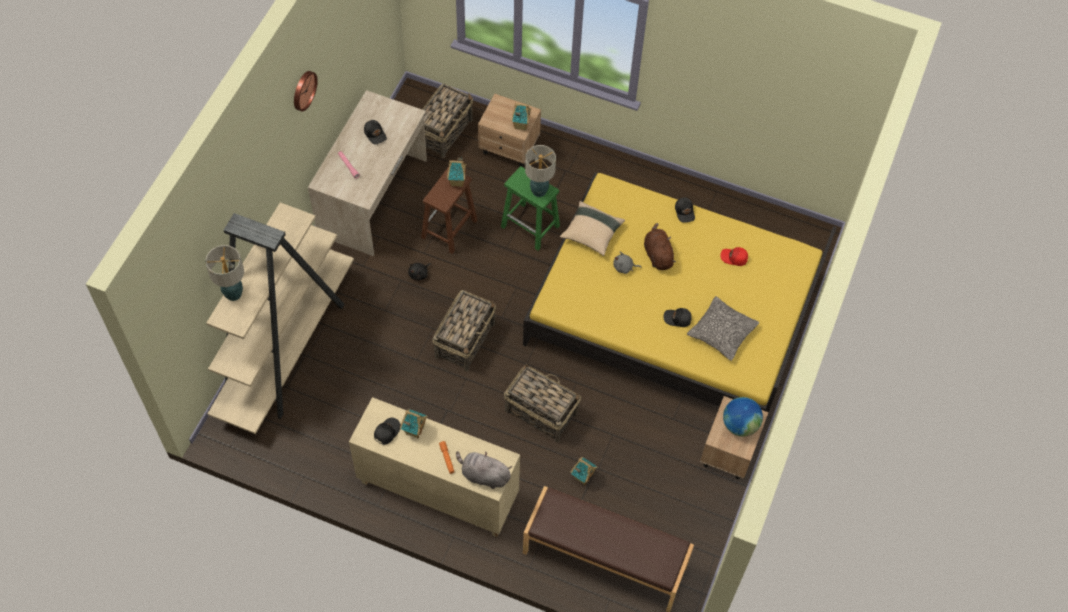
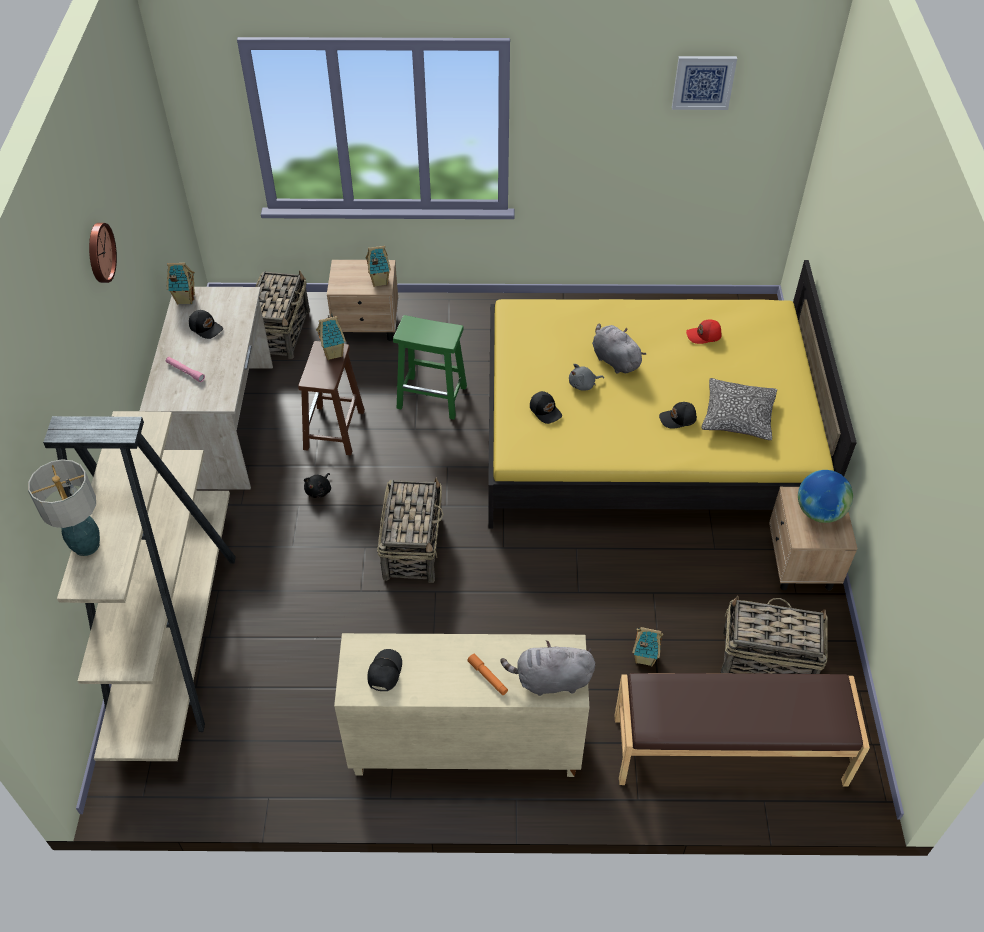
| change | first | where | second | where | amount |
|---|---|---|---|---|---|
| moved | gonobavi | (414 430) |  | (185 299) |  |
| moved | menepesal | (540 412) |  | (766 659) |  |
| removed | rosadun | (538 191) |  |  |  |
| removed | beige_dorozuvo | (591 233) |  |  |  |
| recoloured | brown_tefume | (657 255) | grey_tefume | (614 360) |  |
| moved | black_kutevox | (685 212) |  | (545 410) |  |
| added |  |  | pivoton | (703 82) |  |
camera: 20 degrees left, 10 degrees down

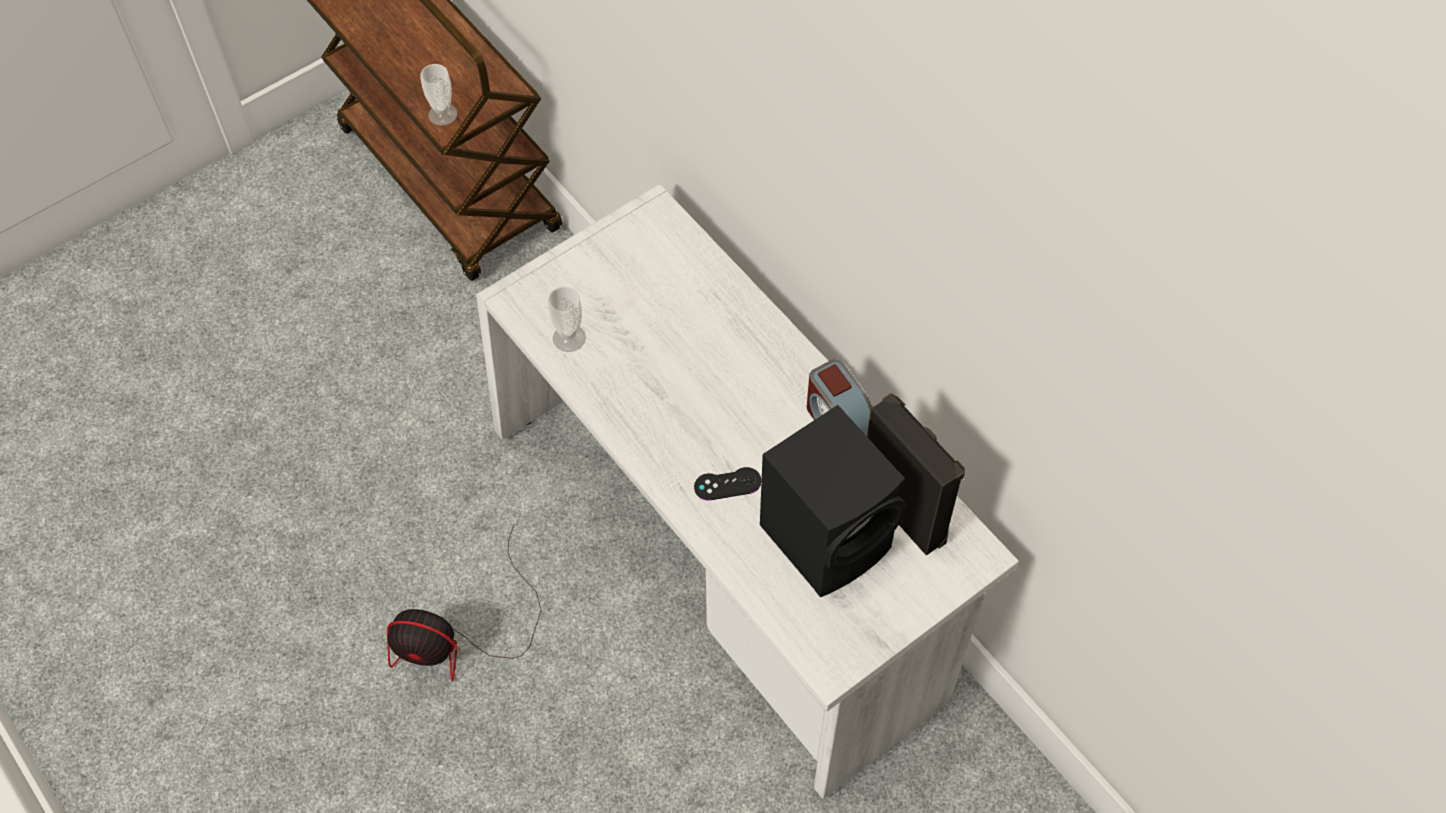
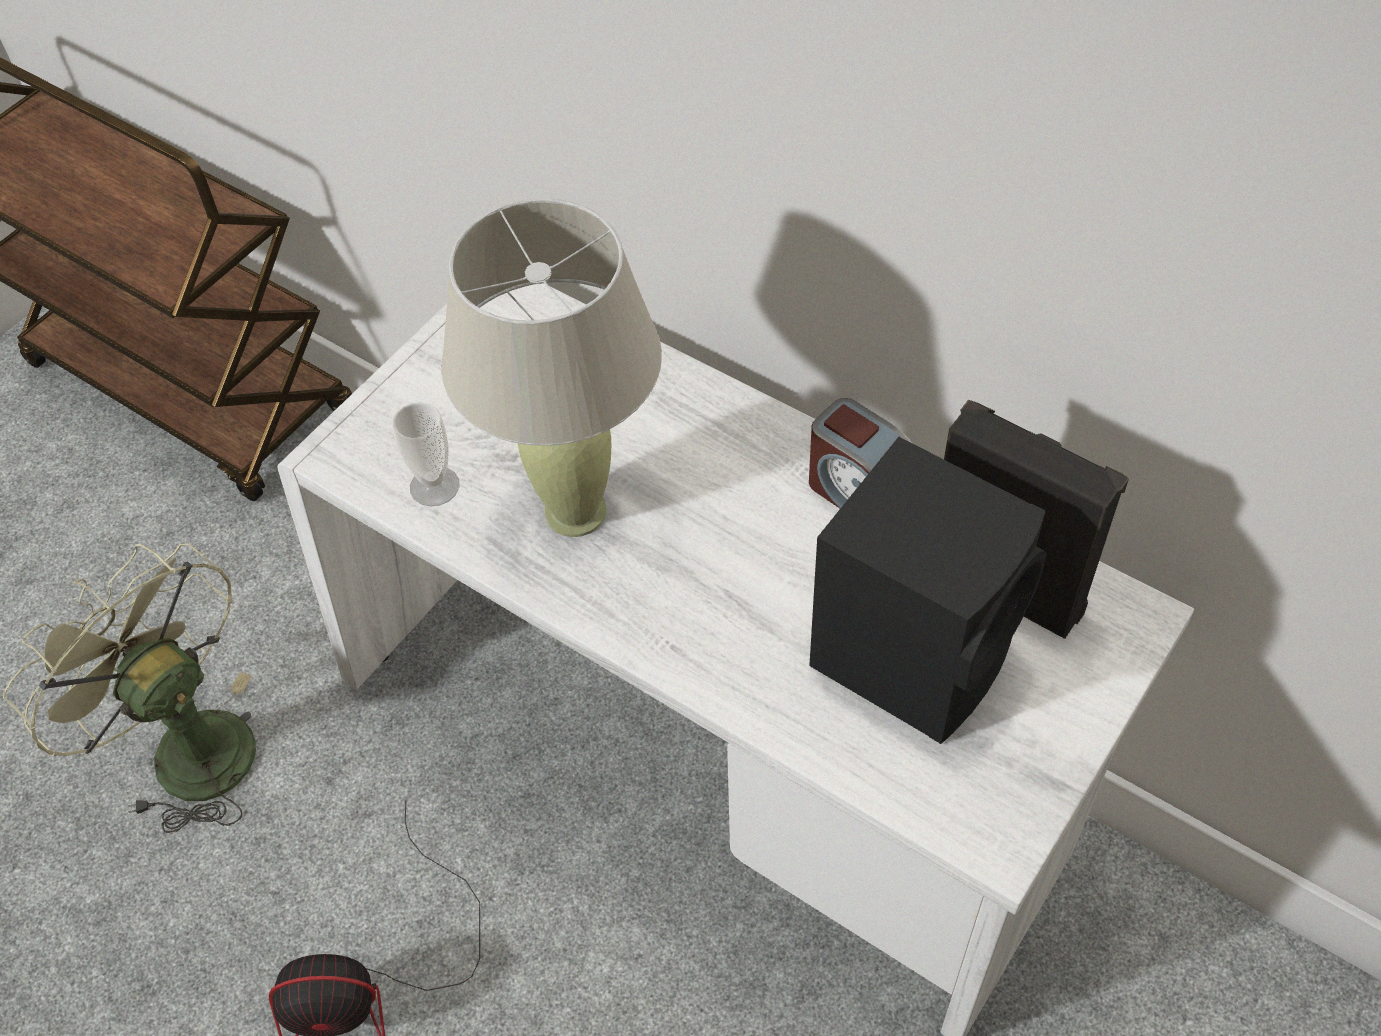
| change | first | where | second | where | amount |
|---|---|---|---|---|---|
| removed | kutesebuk | (443 114) |  |  |  |
| removed | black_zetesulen | (727 484) |  |  |  |
| added |  |  | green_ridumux | (186 746) |  |
| added |  |  | beige_rosadun | (576 511) |  |
camera: 15 degrees left, 5 degrees down

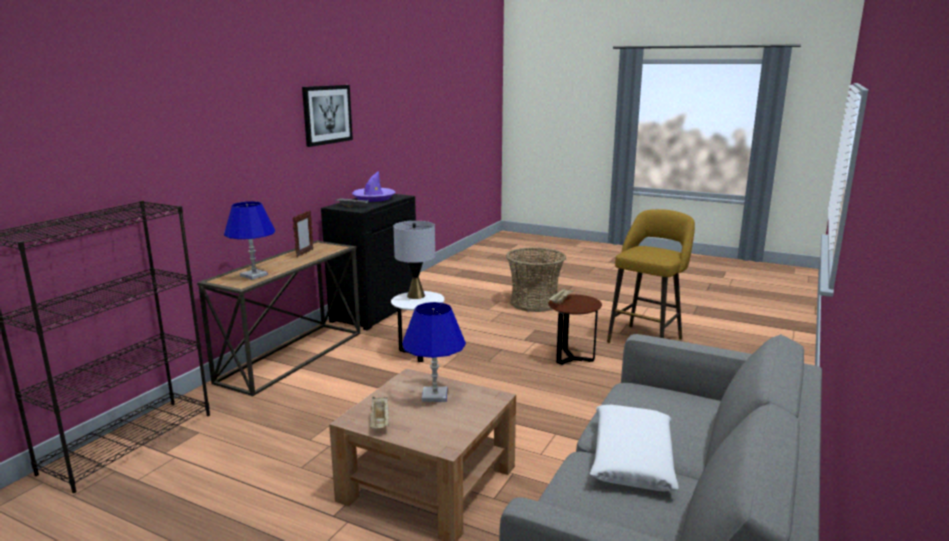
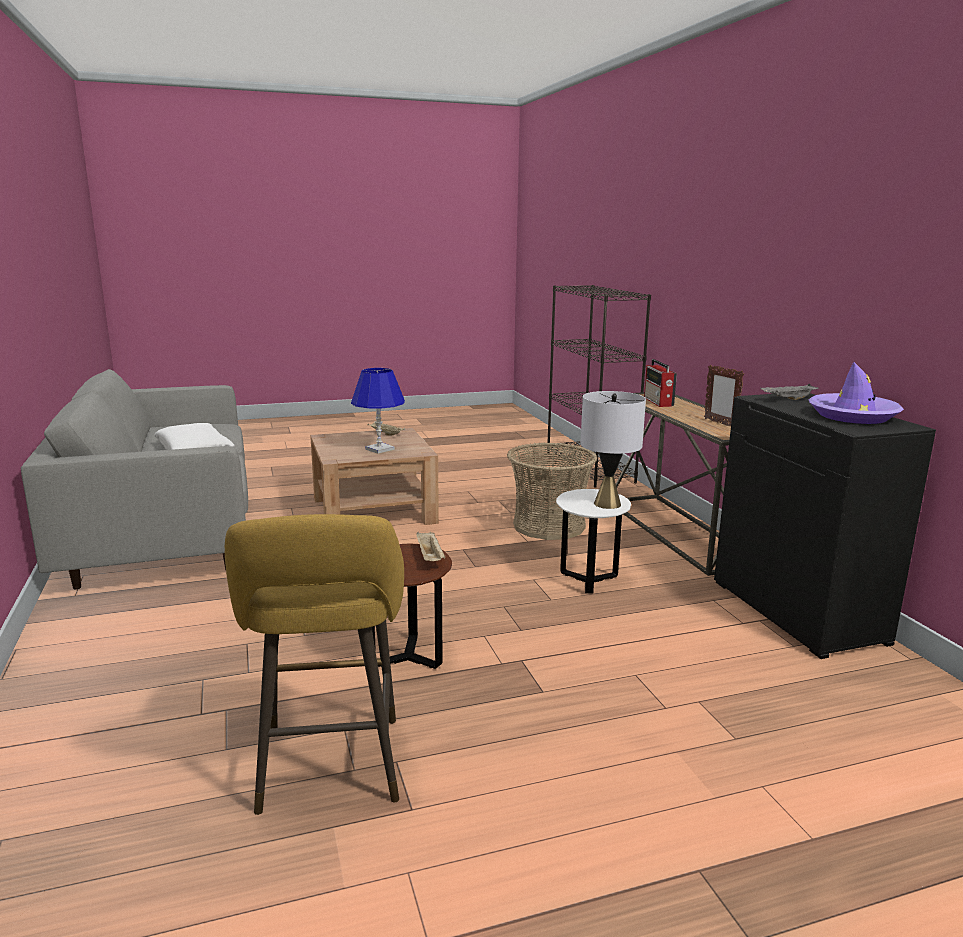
| change | first | where | second | where | amount |
|---|---|---|---|---|---|
| replaced | blue_rosadun | (254 275) | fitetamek | (658 402) |  |
| removed | pivoton | (327 114) |  |  |  |
| moved | menepesal | (534 303) |  | (549 526) |  |
camera: 135 degrees right, 0 degrees up

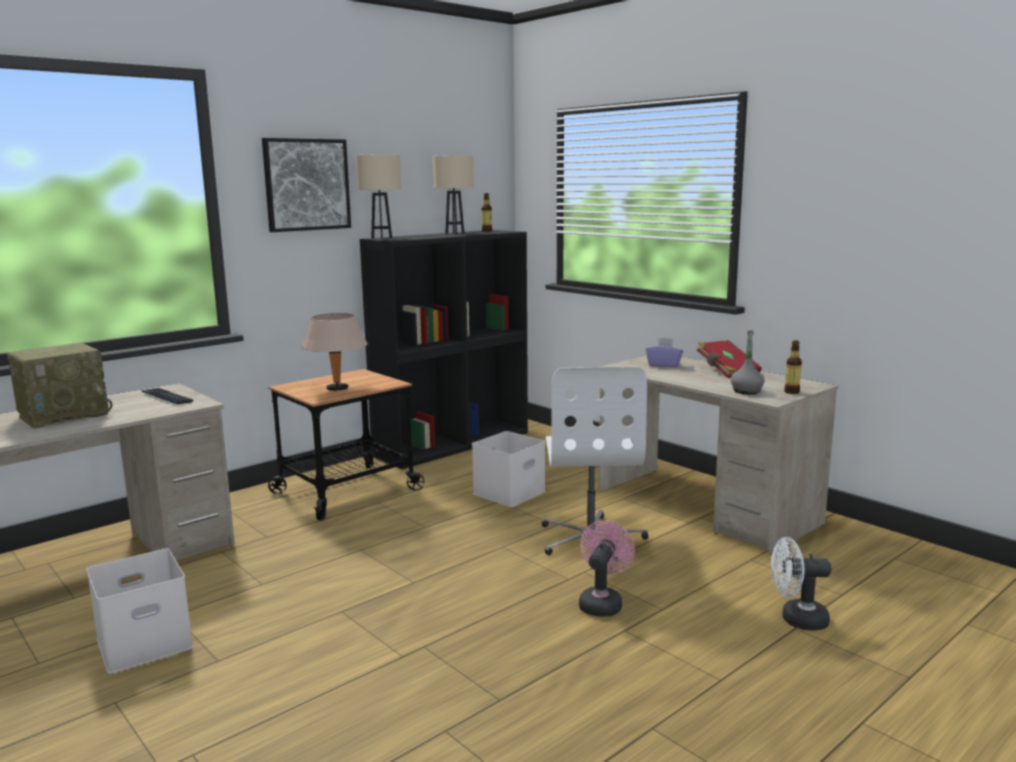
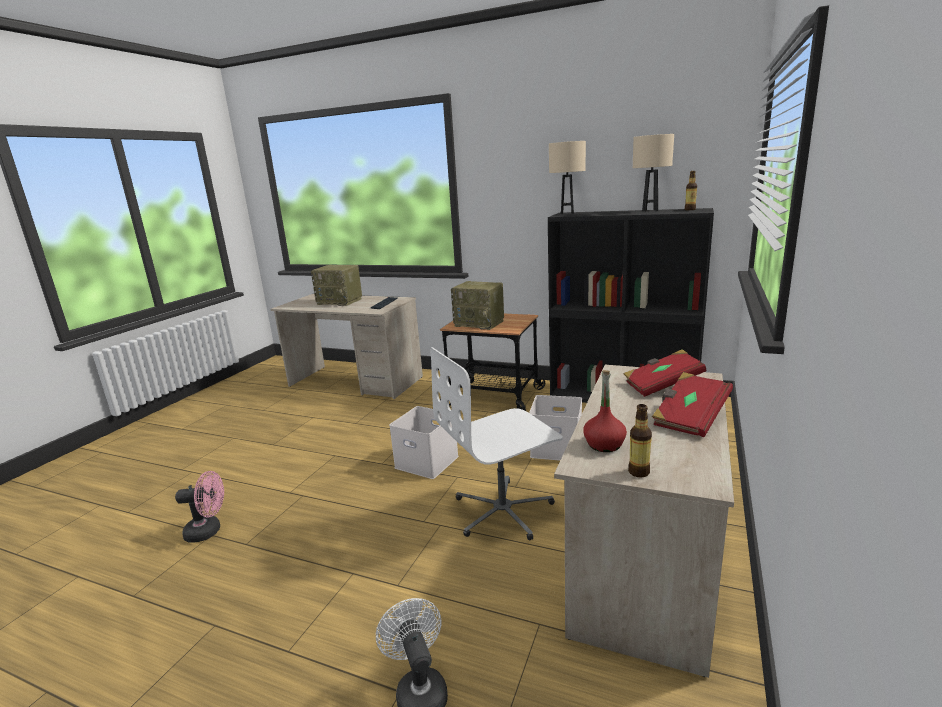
| change | first | where | second | where | amount |
|---|---|---|---|---|---|
| moved | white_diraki | (146 641) |  | (428 461) |  |
| removed | pivoton | (306 184) |  |  |  |
| replaced | beige_rosadun | (337 388) | fitetamek | (480 323) |  |
| moved | pink_ridumux | (602 602) |  | (209 531) |  |
| replaced | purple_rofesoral | (664 365) | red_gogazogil | (662 386) |  |
| recoloured | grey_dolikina | (746 391) | red_dolikina | (604 444) |  |
camera: 65 degrees right, 5 degrees up

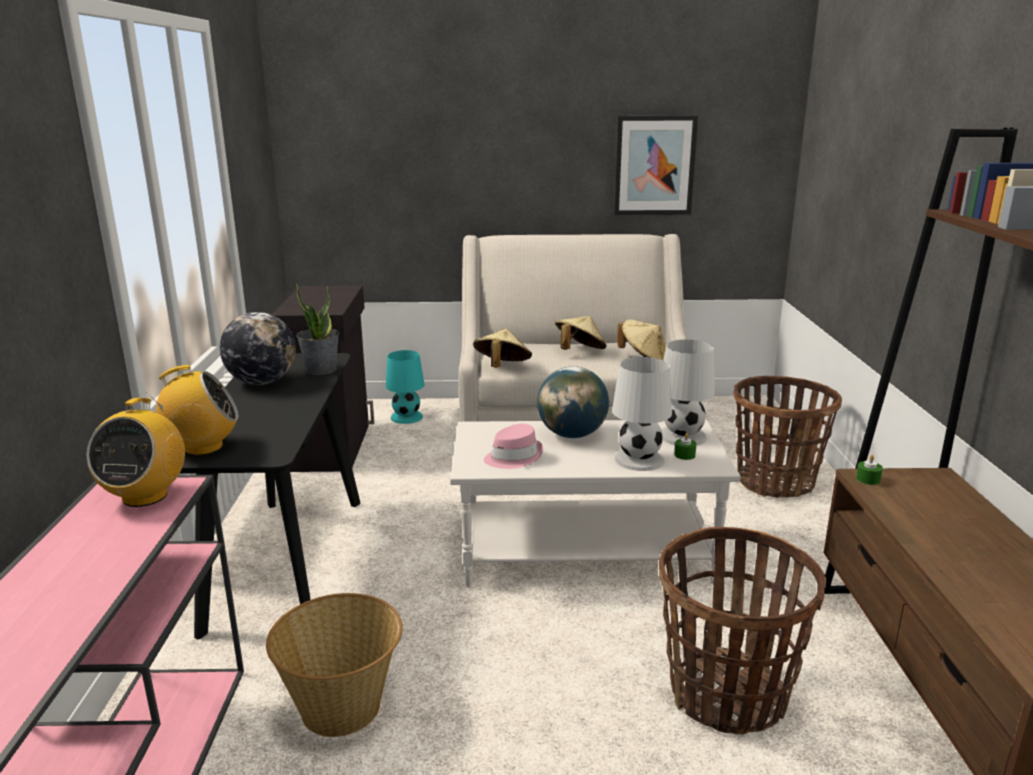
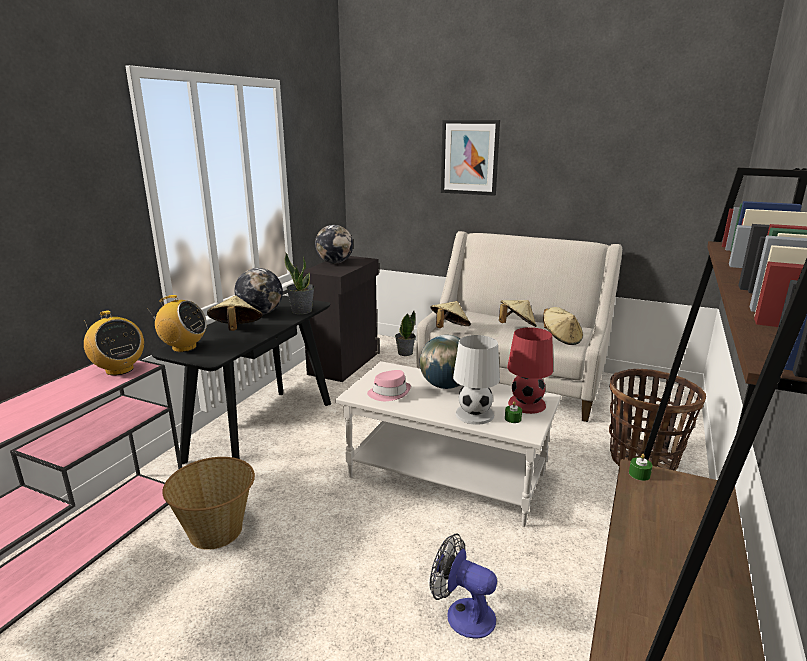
| change | first | where | second | where | amount |
|---|---|---|---|---|---|
| turned | fitetamek | (145 496) |  | (119 370) | 75 degrees counterclockwise |
| replaced | turquoise_rosadun | (407 417) | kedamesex | (405 353) |  |
| moved | pivoton | (654 165) |  | (469 157) |  |
| replaced | menepesal | (727 695) | ridumux | (462 614) |  |
| recoloured | white_rosadun | (682 436) | red_rosadun | (526 404) |  |
| added |  |  | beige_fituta | (236 330) |  |
| added |  |  | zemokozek | (335 262) |  |
camera: 25 degrees right, 0 degrees up

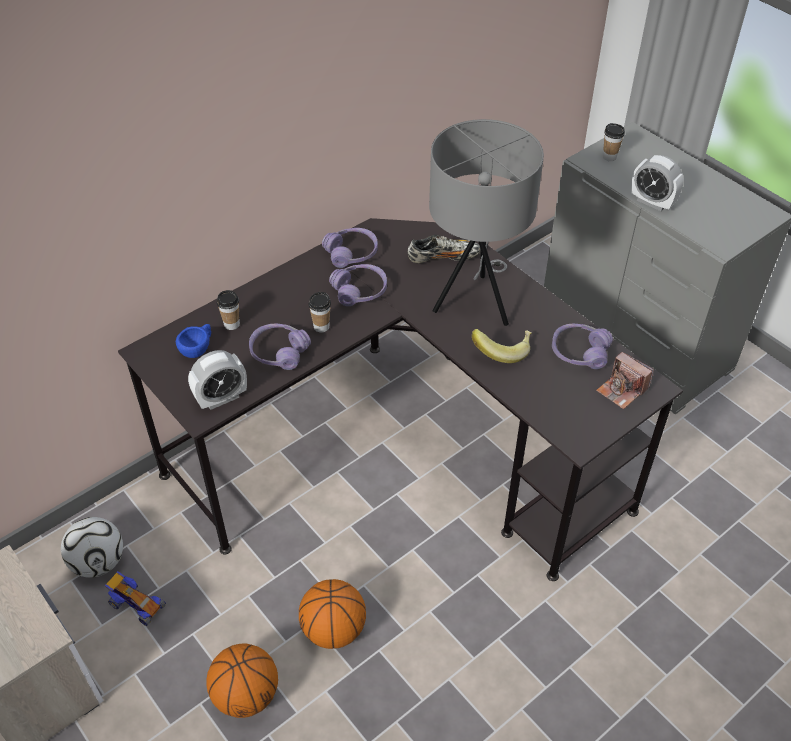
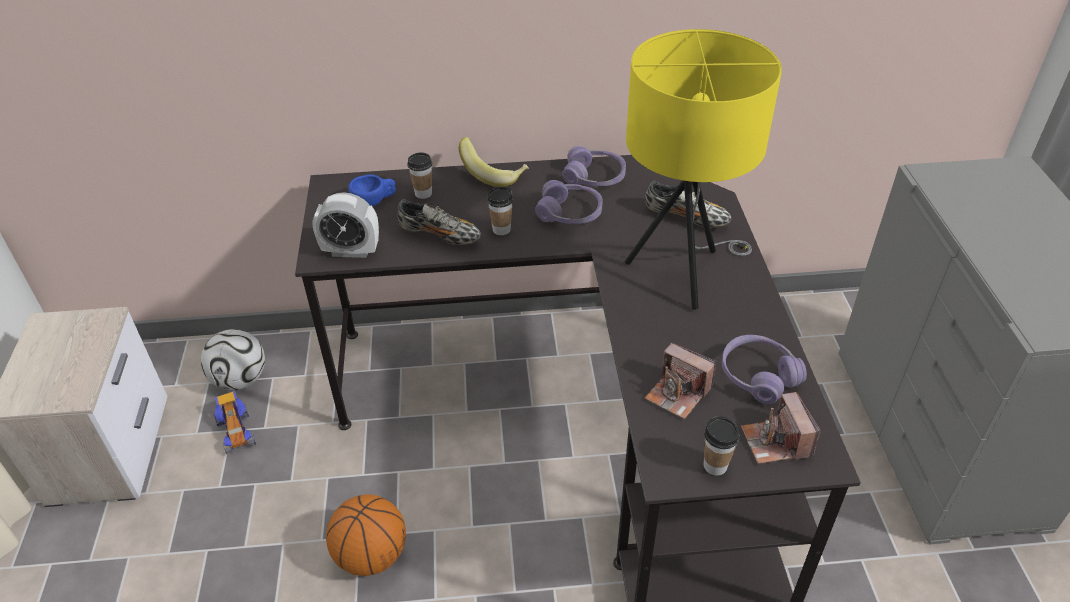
| change | first | where | second | where | amount |
|---|---|---|---|---|---|
| removed | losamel | (246 695) |  |  |  |
| replaced | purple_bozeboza | (279 352) | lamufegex | (440 235) |  |
| recoloured | grey_rosadun | (476 302) | yellow_rosadun | (683 273) |  |
| moved | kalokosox | (502 350) |  | (494 175) |  |
| moved | kutesebuk | (609 157) |  | (715 465) |  |
| removed | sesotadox | (652 202) |  |  |  |
| added |  |  | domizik | (678 393) |  |
camera: 35 degrees right, 5 degrees down

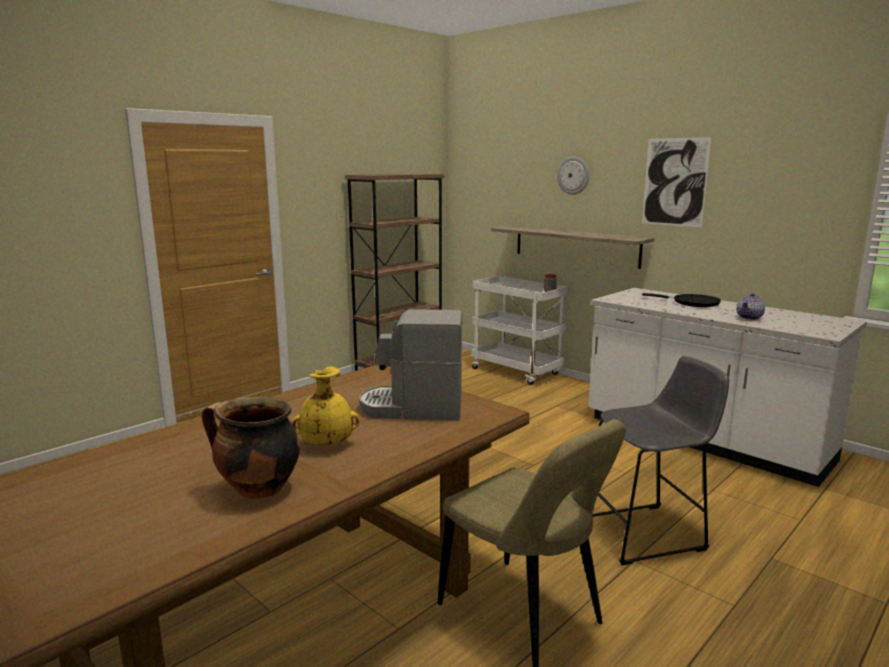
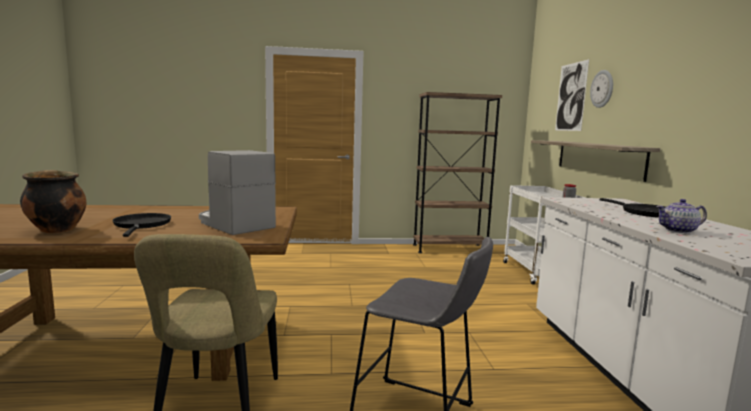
| change | first | where | second | where | amount |
|---|---|---|---|---|---|
| replaced | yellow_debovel | (326 444) | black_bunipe | (142 225) |  |
| moved | pivoton | (675 182) |  | (571 97) |  |
camera: 40 degrees right, 5 degrees down

